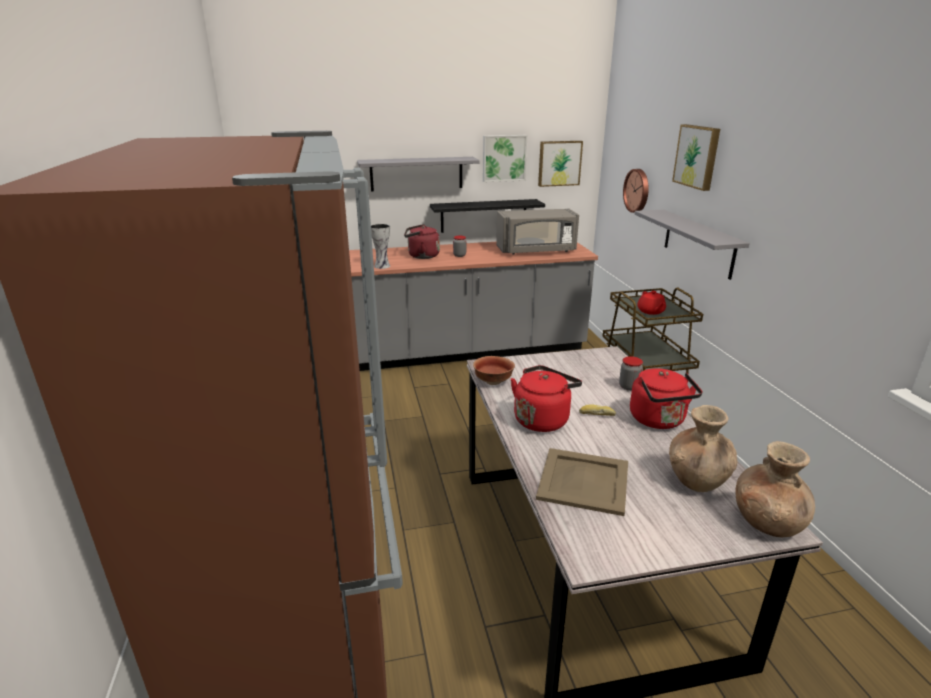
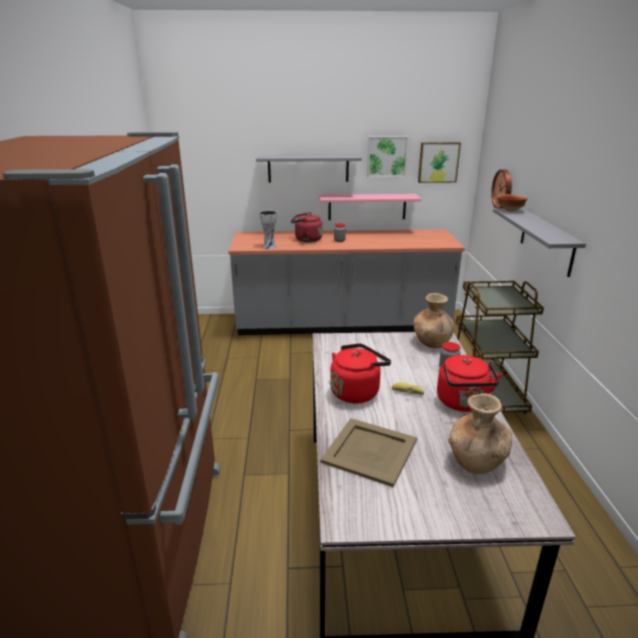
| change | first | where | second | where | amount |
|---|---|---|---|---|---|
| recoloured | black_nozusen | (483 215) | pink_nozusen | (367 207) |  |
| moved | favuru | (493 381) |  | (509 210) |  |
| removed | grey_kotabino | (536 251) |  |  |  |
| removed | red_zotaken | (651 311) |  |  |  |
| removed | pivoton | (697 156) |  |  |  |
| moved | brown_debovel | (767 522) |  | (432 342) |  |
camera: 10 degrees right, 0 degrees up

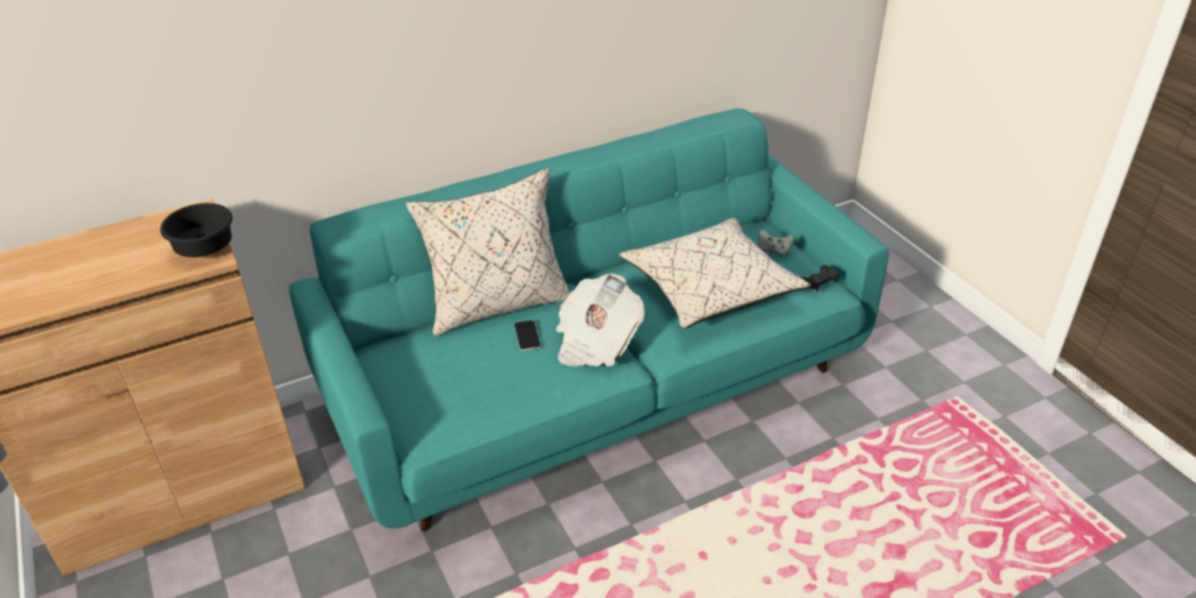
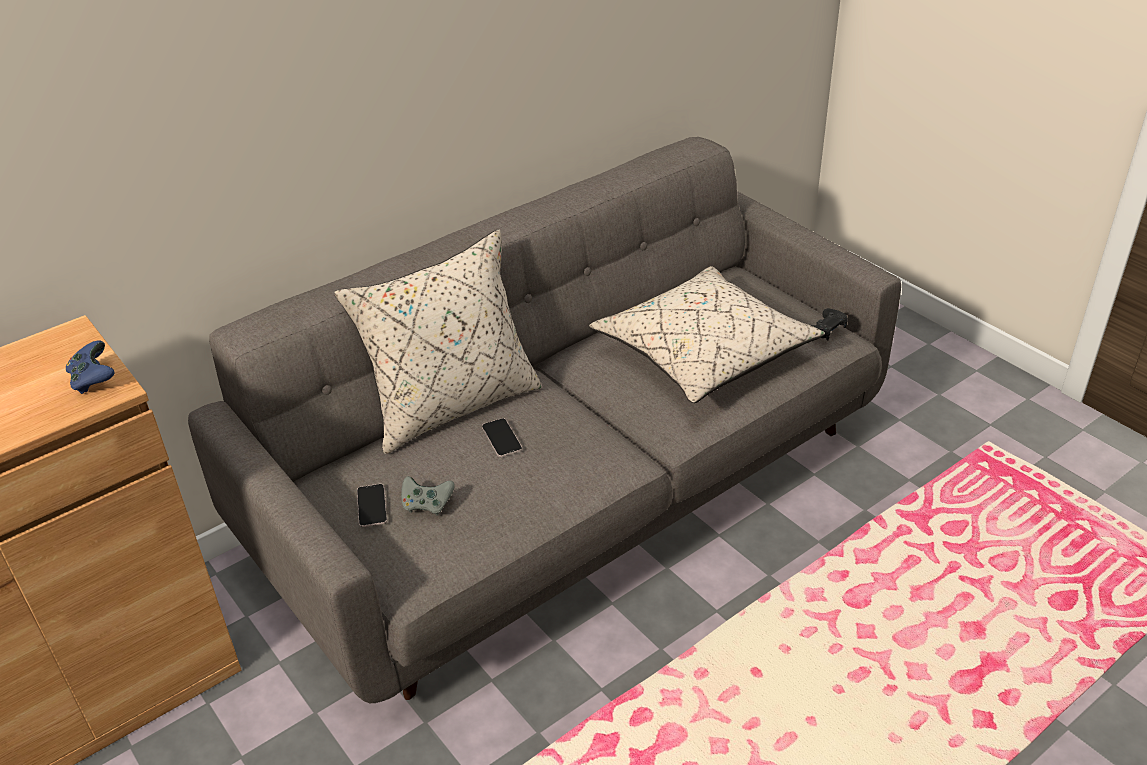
| change | first | where | second | where | amount |
|---|---|---|---|---|---|
| replaced | black_favuru | (202 248) | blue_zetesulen | (93 380) |  |
| recoloured | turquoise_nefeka | (599 387) | grey_nefeka | (577 489) |  |
| removed | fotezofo | (596 341) |  |  |  |
| moved | grey_zetesulen | (773 250) |  | (427 505) |  |
| added |  |  | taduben | (372 506) |  |
camera: 10 degrees left, 0 degrees up

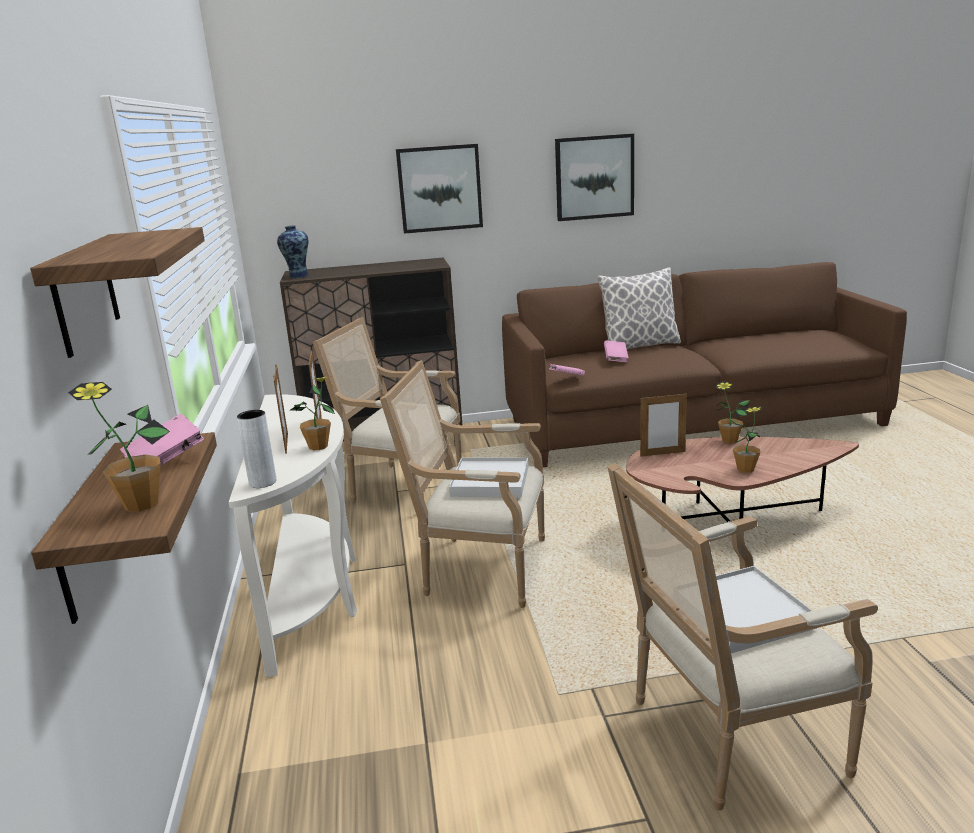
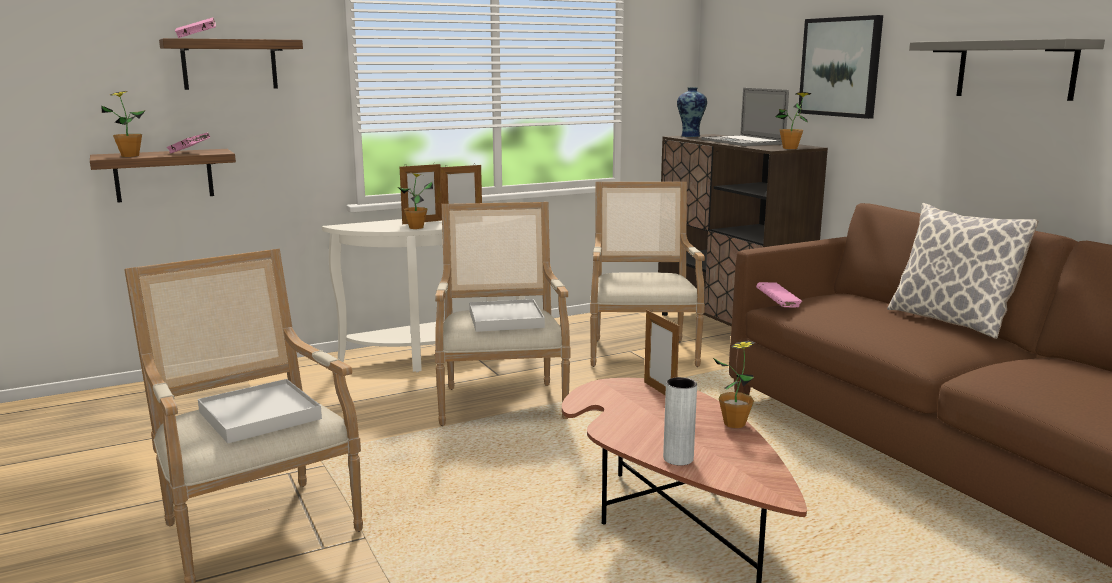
| change | first | where | second | where | amount |
|---|---|---|---|---|---|
| moved | grey_debovel | (262 482) |  | (678 459) |  |
| replaced | pivoton | (594 177) | grey_nozusen | (1015 69) |  |
| moved | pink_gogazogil | (615 359) |  | (197 38) |  |
| moved | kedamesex | (745 469) |  | (790 148) |  |
| added |  |  | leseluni | (742 142) |  |
camera: 70 degrees right, 5 degrees down

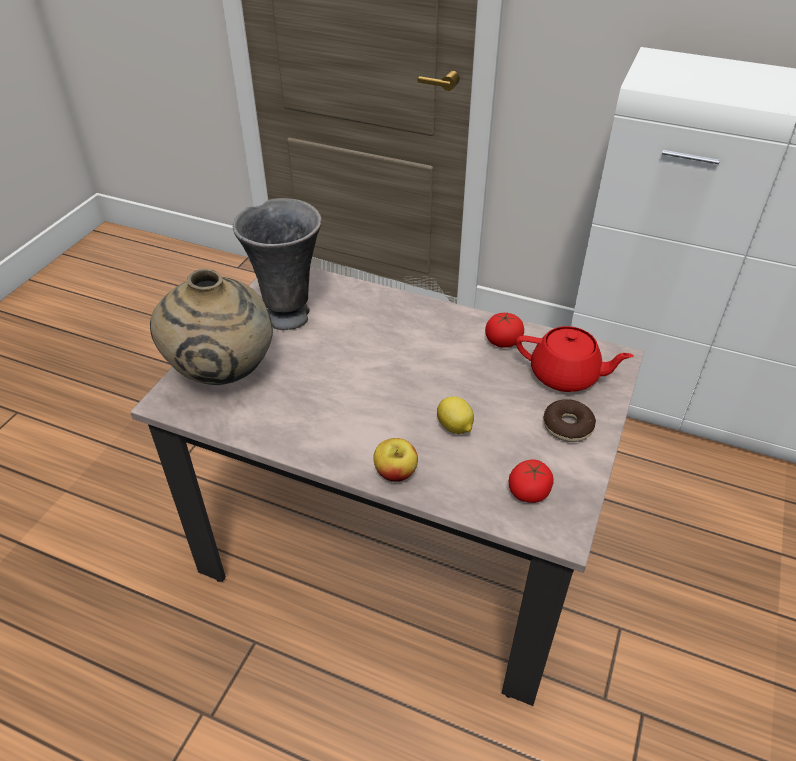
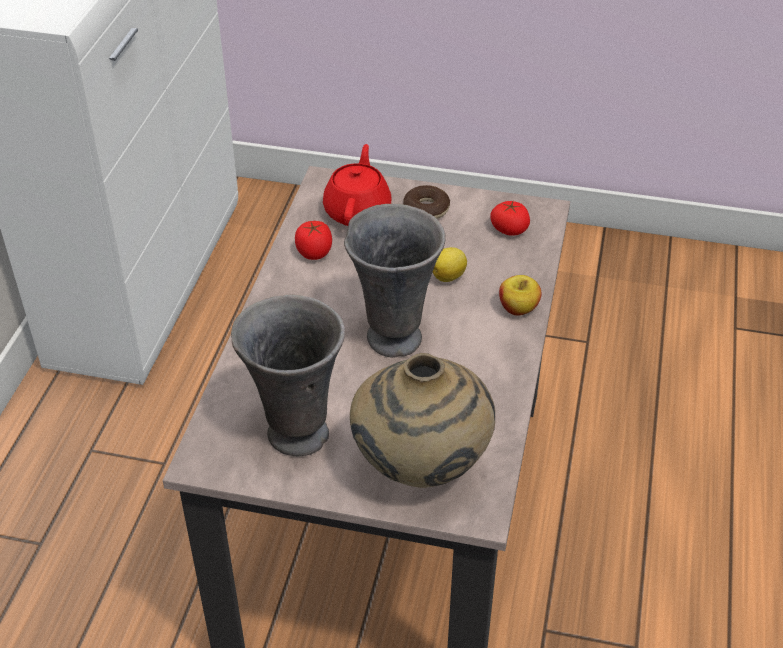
| change | first | where | second | where | amount |
|---|---|---|---|---|---|
| added |  |  | grey_debovel | (393 336) |  |
camera: 100 degrees left, 0 degrees up

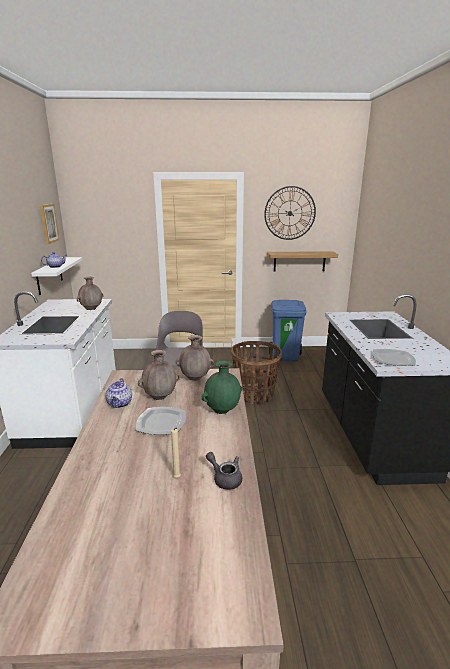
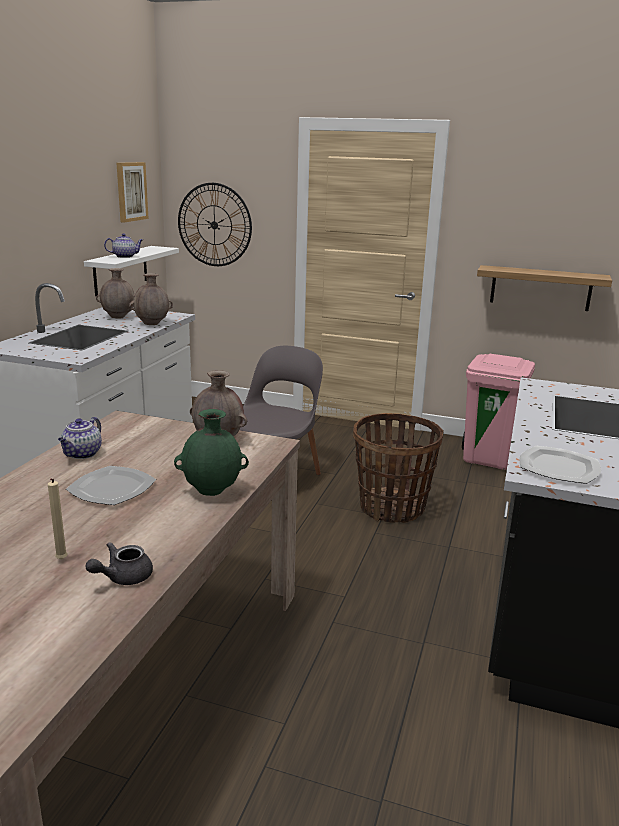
| change | first | where | second | where | amount |
|---|---|---|---|---|---|
| moved | brown_debovel | (160 397) |  | (119 317) |  |
| turned | grey_zotaken | (225 478) |  | (123 577) | 105 degrees counterclockwise |
| moved | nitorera | (290 213) |  | (214 225) |  |
| recoloured | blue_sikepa | (285 357) | pink_sikepa | (489 459) |  |
camera: 20 degrees right, 0 degrees up

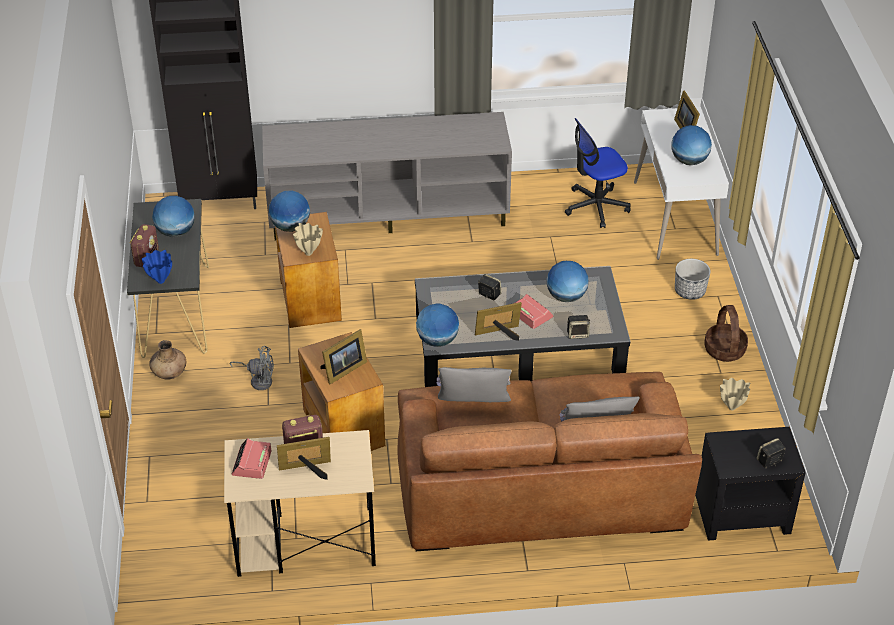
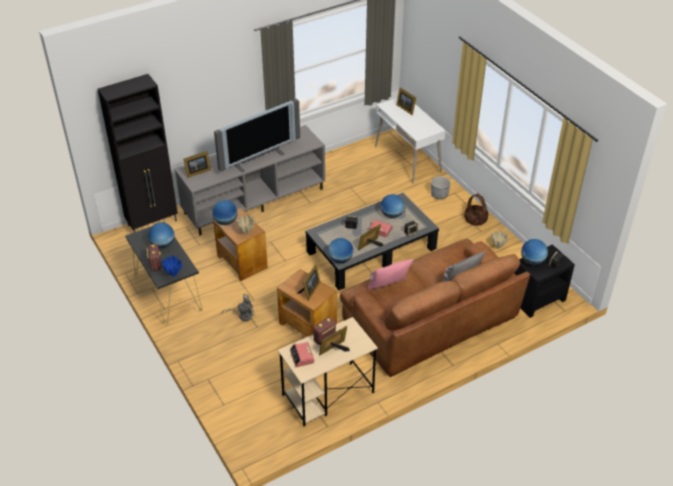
| change | first | where | second | where | amount |
|---|---|---|---|---|---|
| removed | brown_debovel | (169 373) |  |  |  |
| recoloured | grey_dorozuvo | (473 408) | pink_dorozuvo | (389 288) |  |
| removed | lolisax | (596 206) |  |  |  |
| moved | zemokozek | (689 161) |  | (532 261) |  |
| added |  |  | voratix | (197 172) |  |
| added |  |  | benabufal | (258 158) |  |
camera: 25 degrees left, 0 degrees up

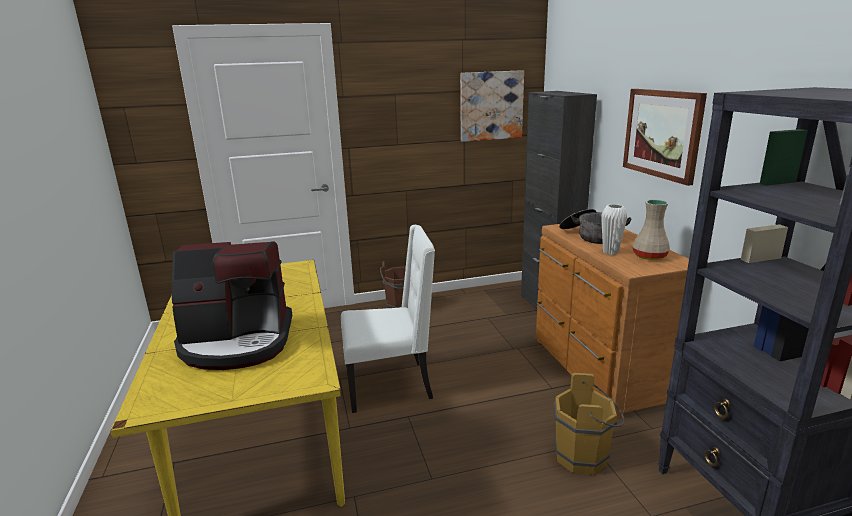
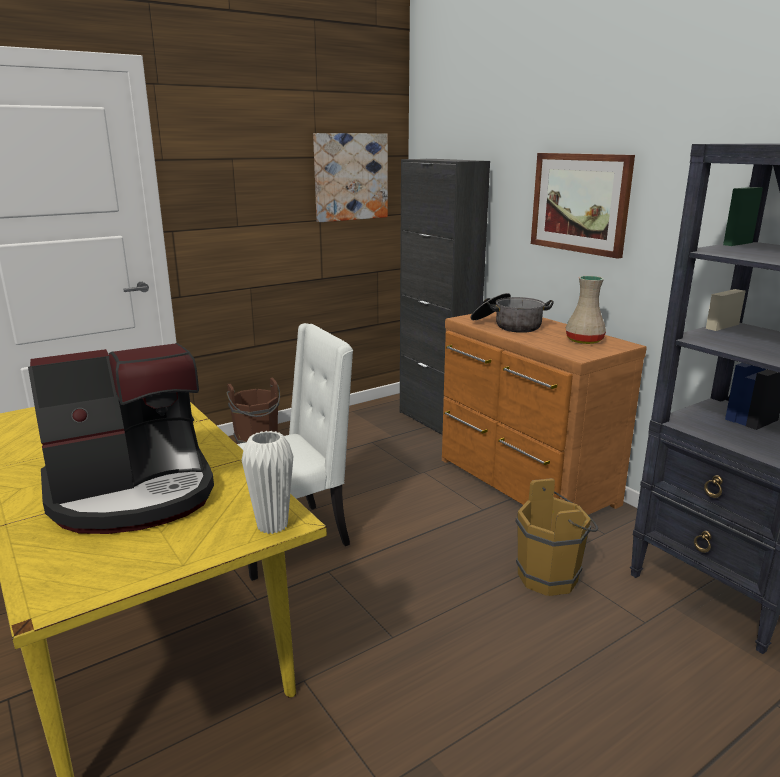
| change | first | where | second | where | amount |
|---|---|---|---|---|---|
| moved | white_debovel | (610 252) |  | (272 525) |  |
camera: 20 degrees left, 0 degrees up

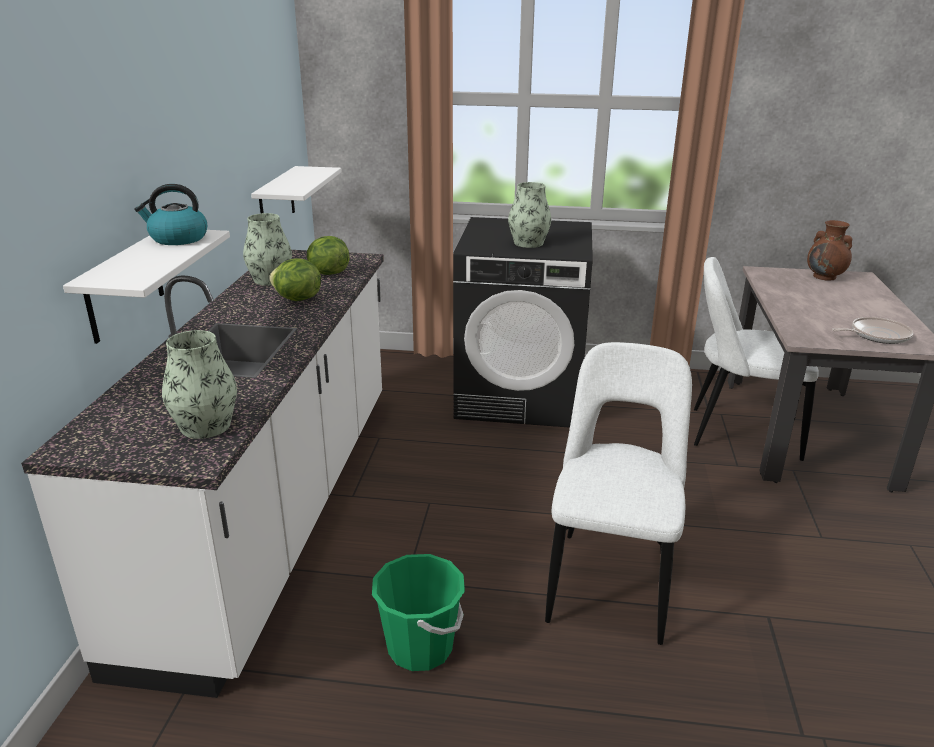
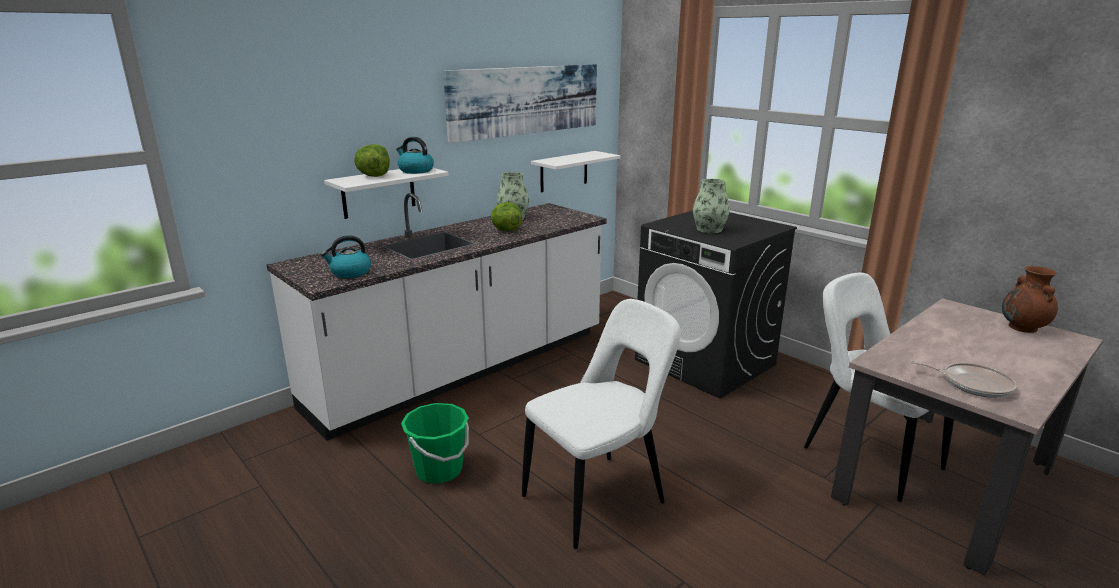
| change | first | where | second | where | amount |
|---|---|---|---|---|---|
| replaced | debovel | (206 426) | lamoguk | (350 273) |  |
| moved | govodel | (327 273) |  | (374 176) |  |
| added |  |  | pivoton | (526 100) |  |
camera: 40 degrees right, 5 degrees down

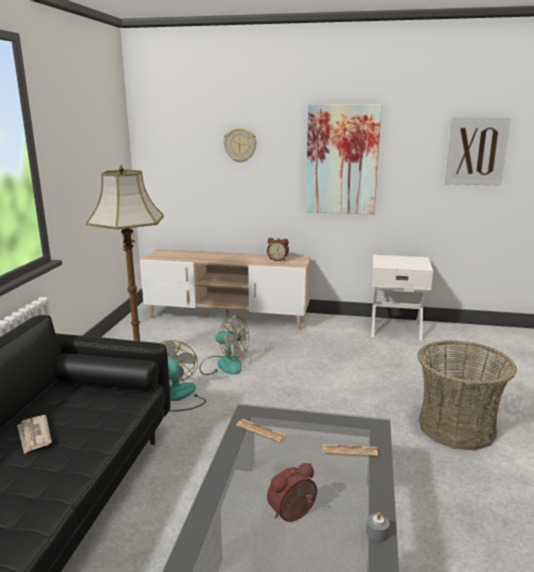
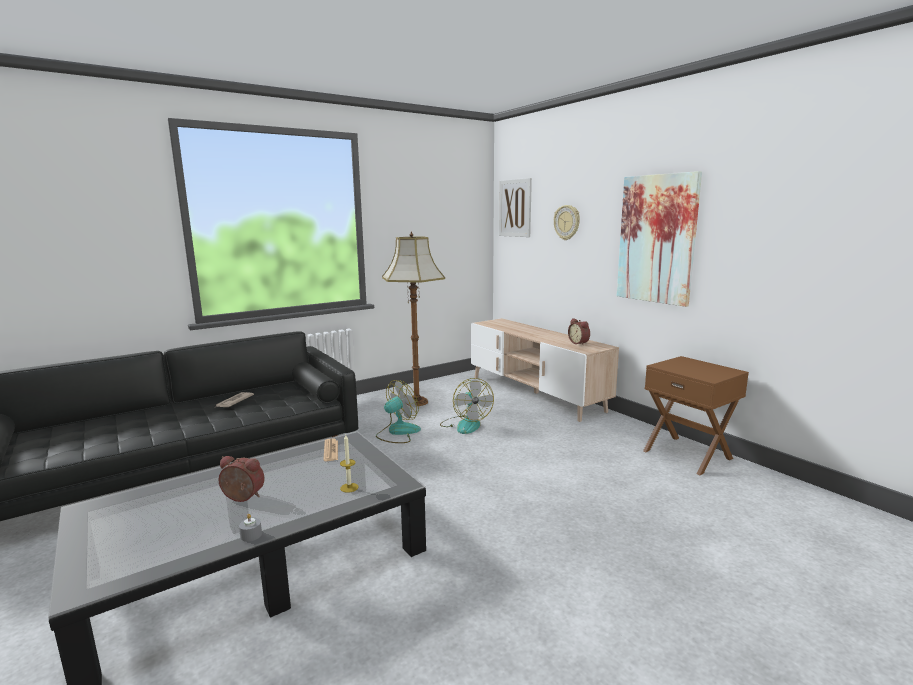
| change | first | where | second | where | amount |
|---|---|---|---|---|---|
| replaced | fotezofo | (349 451) | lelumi | (349 487) |  |
| recoloured | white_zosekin | (395 329) | brown_zosekin | (687 454) |  |
| removed | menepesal | (456 427) |  |  |  |
| moved | pivoton | (476 151) |  | (515 208) |  |
camera: 45 degrees right, 5 degrees down

